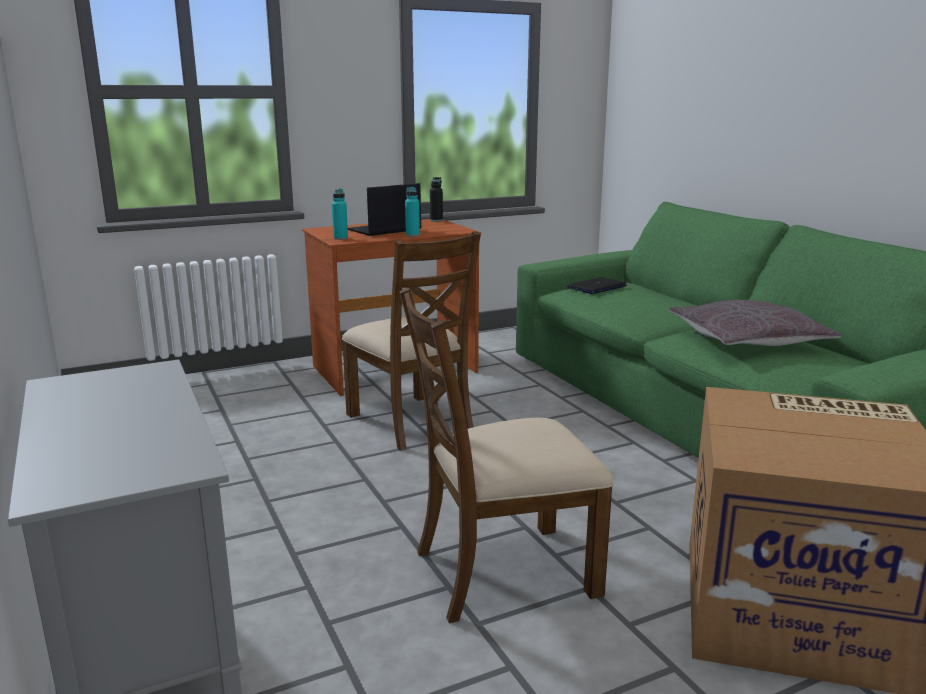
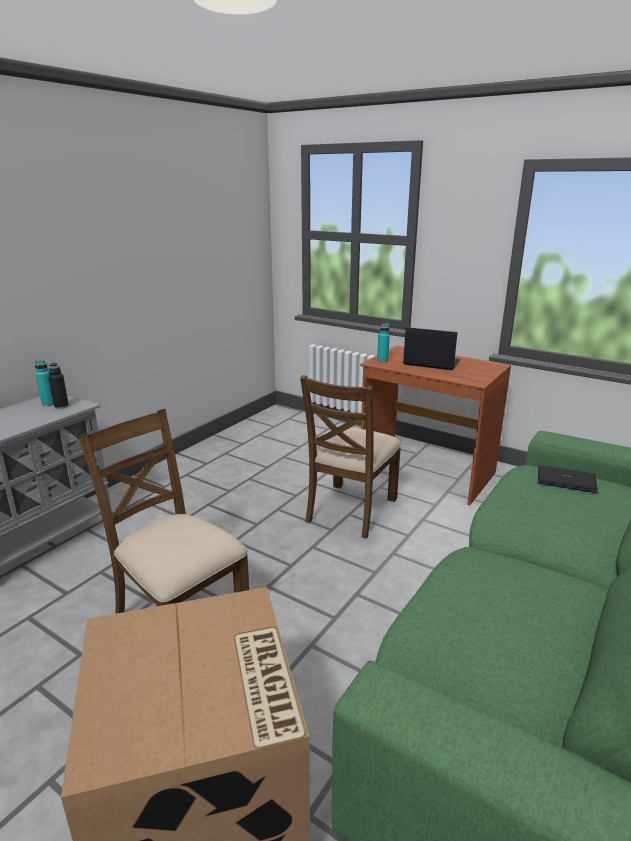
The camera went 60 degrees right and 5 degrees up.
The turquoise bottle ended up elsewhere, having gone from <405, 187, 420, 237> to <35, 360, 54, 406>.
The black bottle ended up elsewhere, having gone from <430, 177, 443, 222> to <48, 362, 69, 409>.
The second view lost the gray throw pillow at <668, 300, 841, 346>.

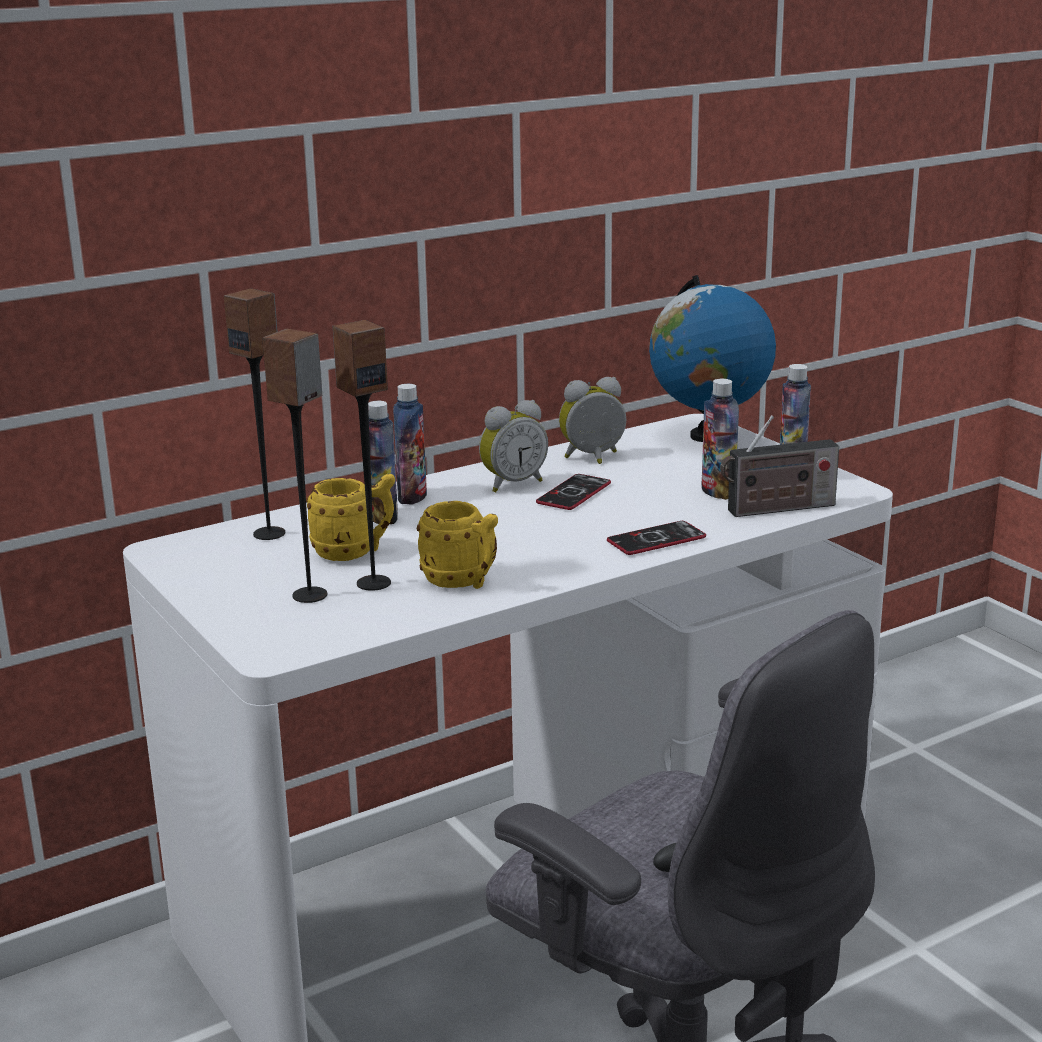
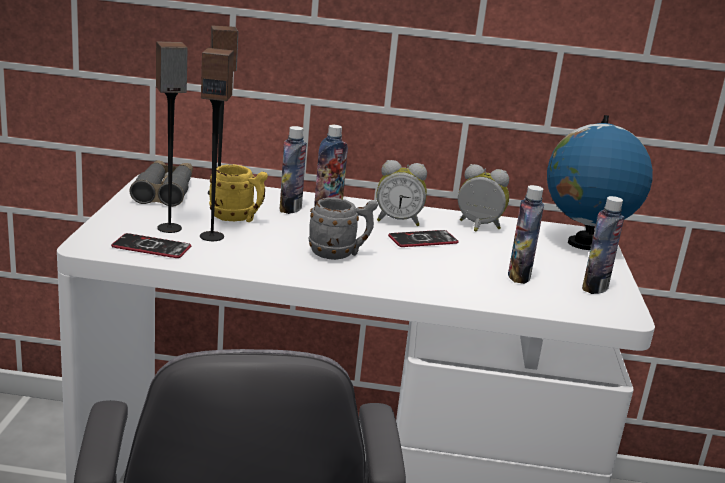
The camera went 35 degrees right and 0 degrees up.
The second view lost the yellow mug at <417, 501, 498, 589>.
The phone ended up elsewhere, having gone from <607, 521, 706, 555> to <111, 233, 191, 258>.
The second view lost the radio receiver at <720, 415, 839, 517>.
The second view gained the gray field glasses at <130, 160, 193, 207>.
The second view gained the gray mug at <309, 198, 378, 260>.

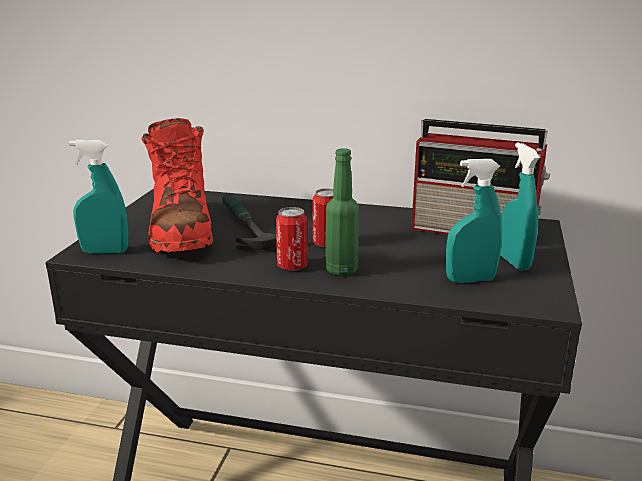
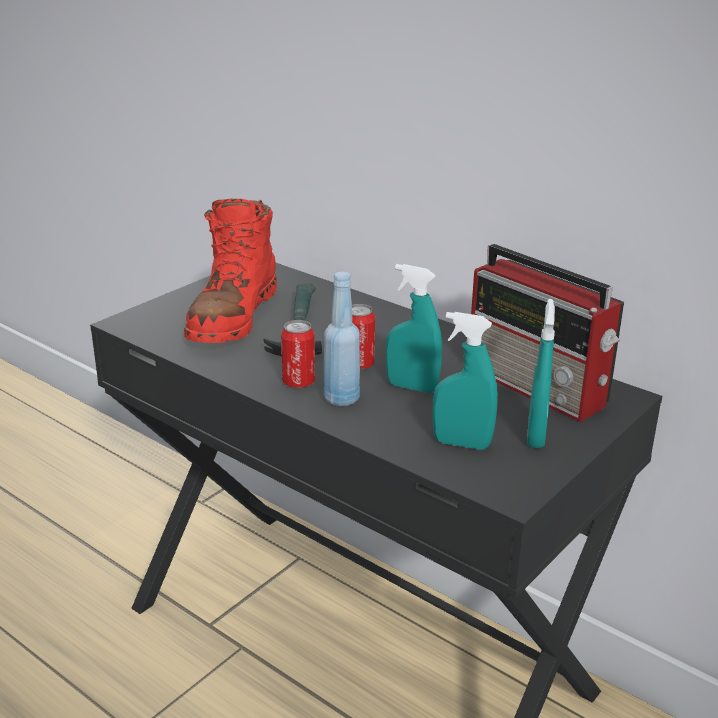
The camera went 25 degrees right and 5 degrees up.
The turquoise spray bottle ended up elsewhere, having gone from <69, 140, 128, 254> to <386, 264, 442, 393>.
What was the green-coloured bottle at <325, 148, 359, 276> turned into the blue bottle at <324, 272, 360, 406>.

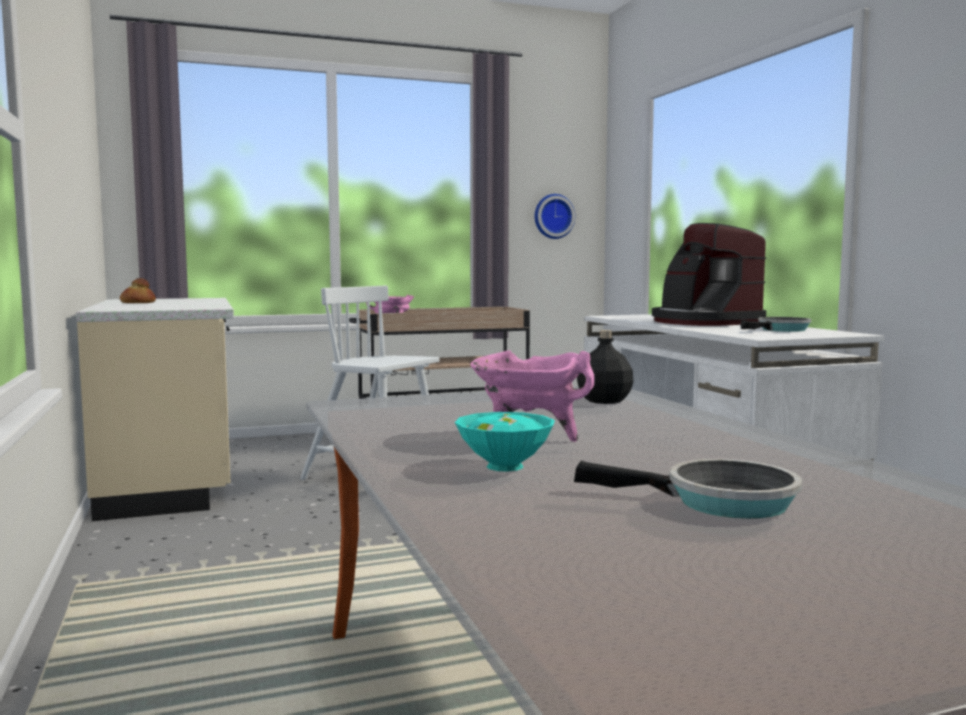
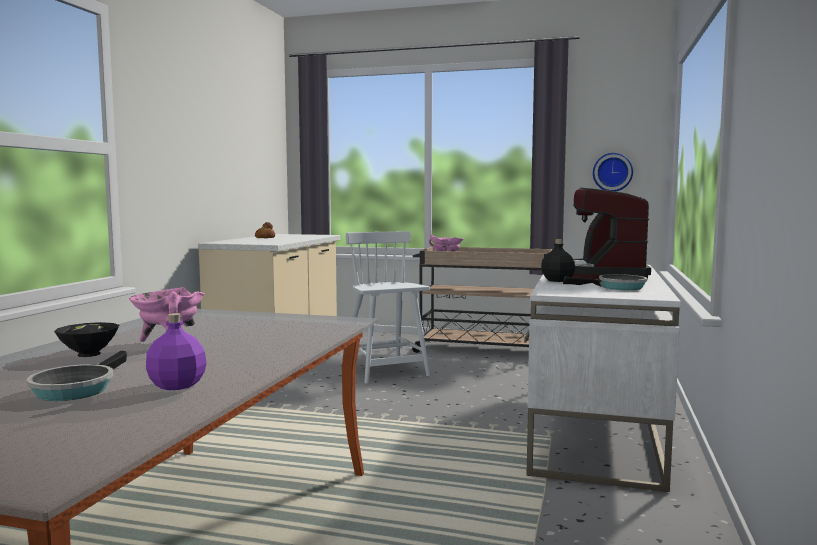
The camera went 35 degrees right and 0 degrees up.
What was the turquoise deep dish at <455, 412, 555, 472> turned into the black deep dish at <54, 322, 119, 357>.
The frying pan at <574, 459, 802, 519> ended up facing another way, 45 degrees clockwise from before.
The black bottle ended up elsewhere, having gone from <577, 330, 633, 404> to <541, 239, 575, 282>.
The second view gained the purplish bottle at <146, 313, 207, 390>.

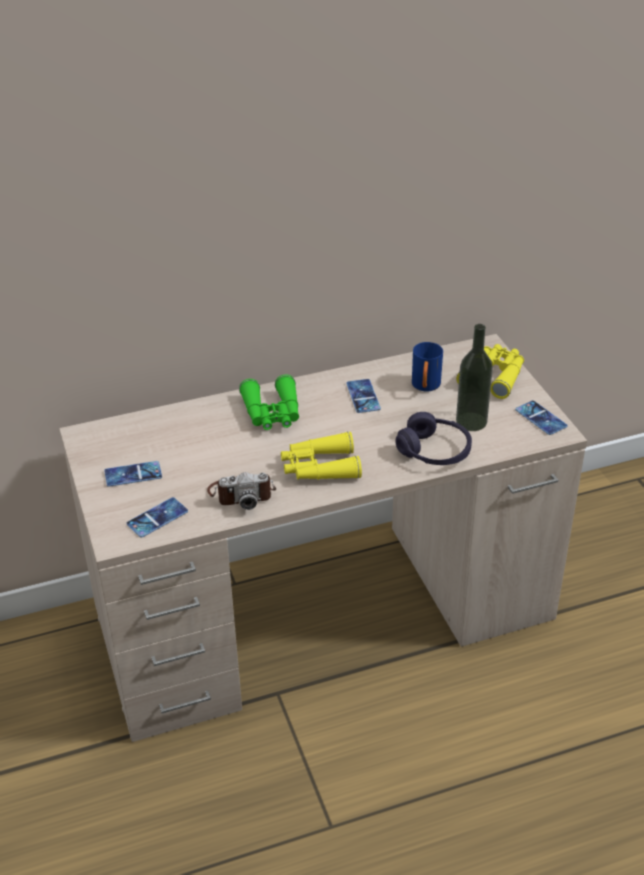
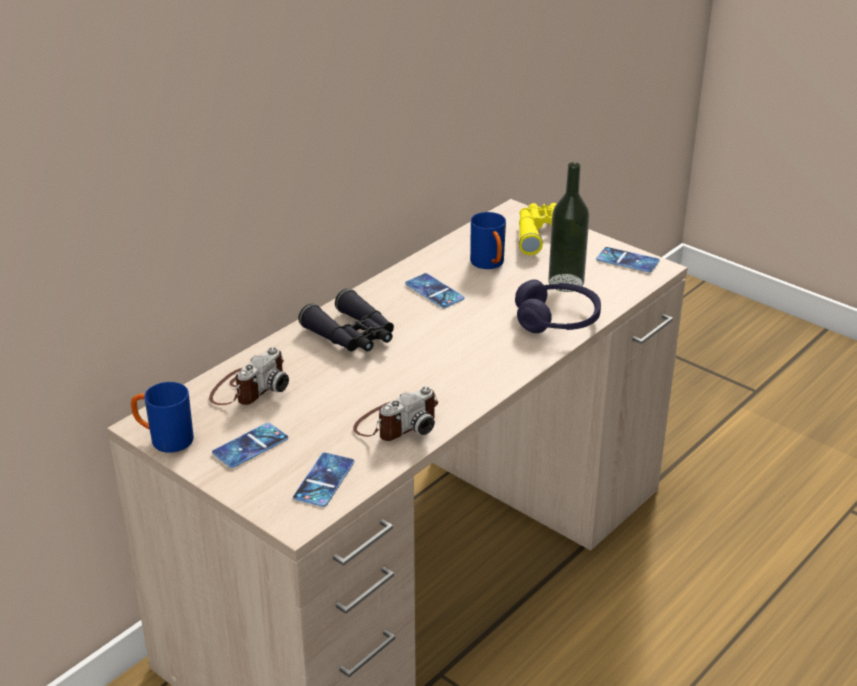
The camera went 30 degrees left and 5 degrees down.
What was the green-coloured field glasses at <239, 375, 299, 430> turned into the black field glasses at <298, 288, 394, 352>.
The second view lost the yellow field glasses at <281, 432, 362, 480>.
The second view gained the blue mug at <131, 382, 194, 453>.
The second view gained the still camera at <209, 347, 289, 405>.

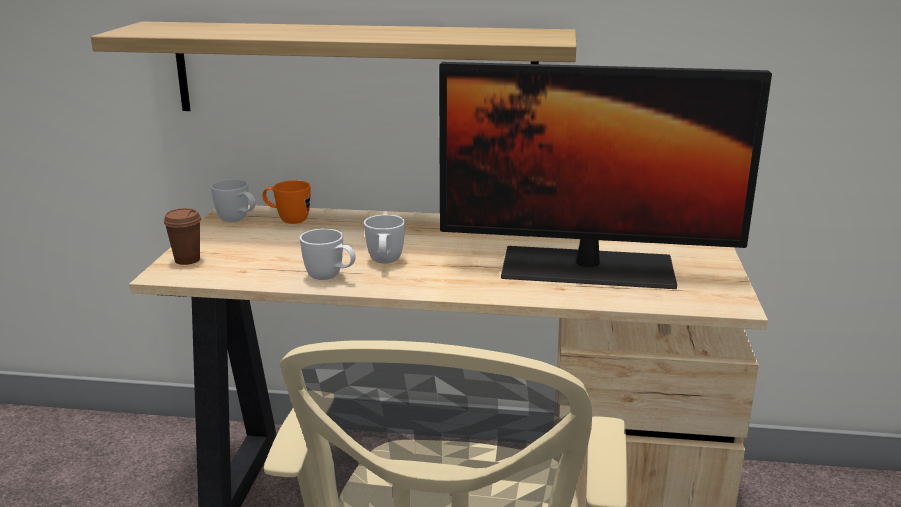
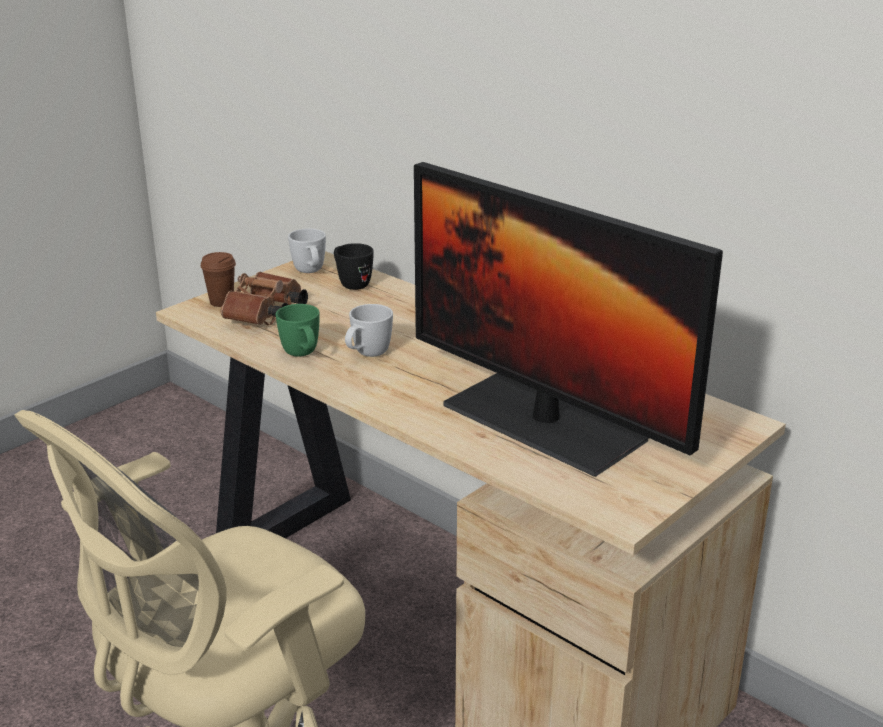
The camera went 35 degrees right and 5 degrees up.
The second view lost the wall shelf at <91, 22, 576, 111>.
What was the orange-coloured mug at <263, 180, 311, 224> turned into the black mug at <334, 243, 374, 290>.
What was the white mug at <300, 229, 356, 280> turned into the green-coloured mug at <276, 304, 320, 357>.
The second view gained the brown-coloured field glasses at <220, 272, 308, 325>.

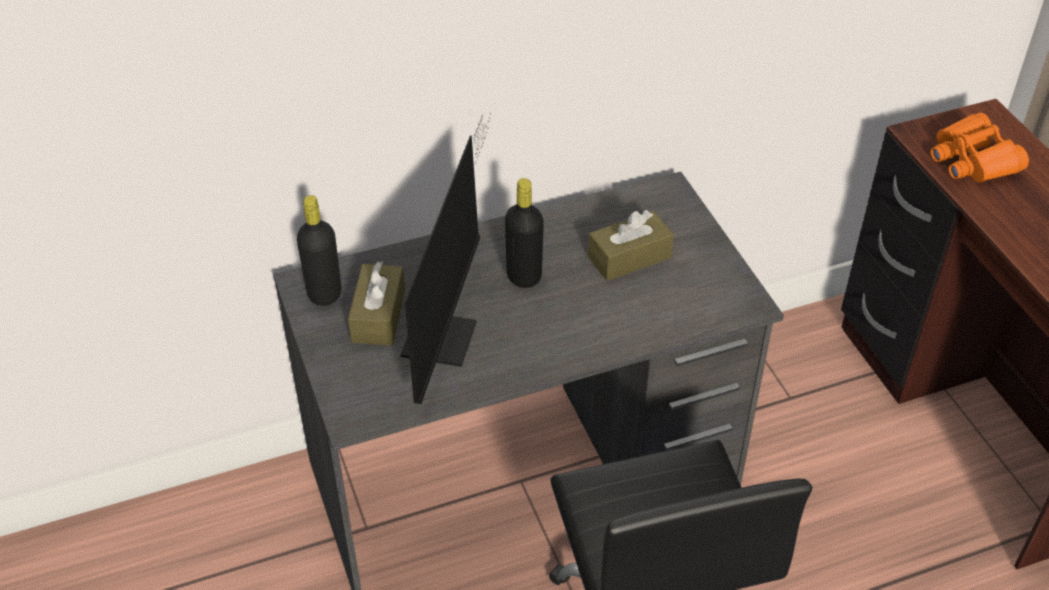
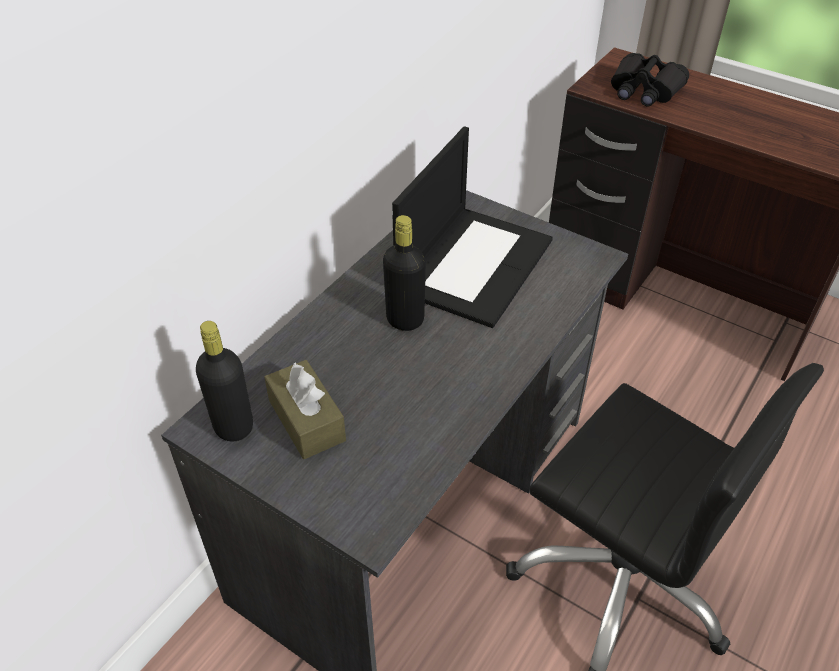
The camera went 35 degrees left and 0 degrees up.
The second view lost the monitor at <400, 115, 490, 404>.
Where the brown-coloured tissue holder stood at <588, 210, 674, 281>, the notebook computer came to stand at <392, 126, 553, 328>.
What was the orange-coloured field glasses at <931, 113, 1029, 183> turned into the black field glasses at <611, 53, 689, 106>.

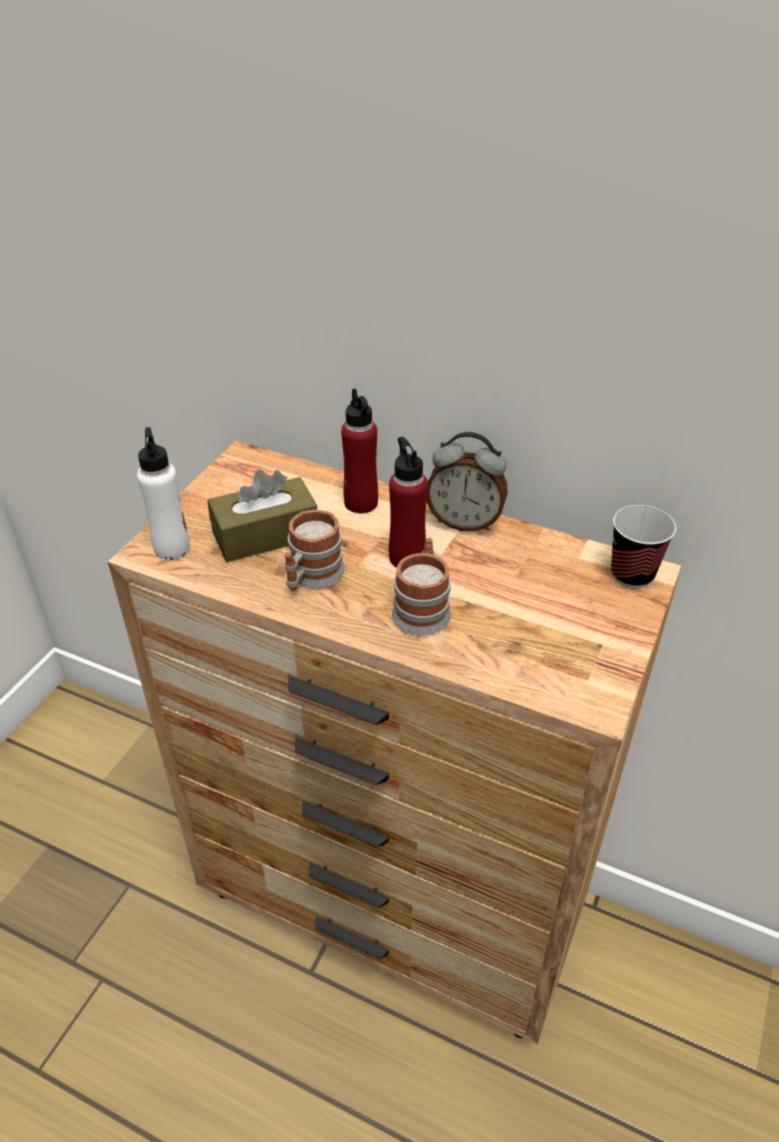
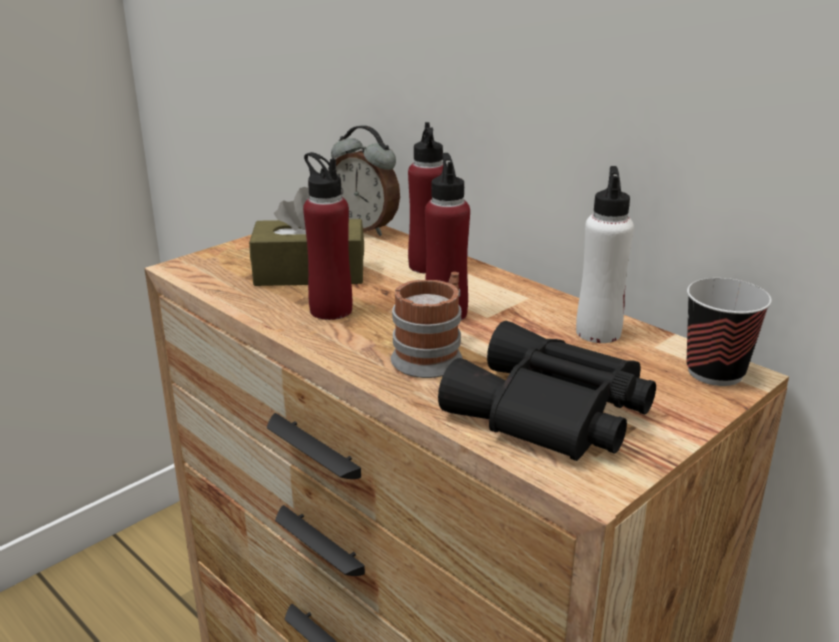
The camera went 20 degrees right and 15 degrees down.
The white bottle ended up elsewhere, having gone from <137, 427, 190, 560> to <576, 166, 634, 343>.
Where the mug stood at <285, 509, 345, 591>, the red-coloured bottle came to stand at <303, 152, 352, 320>.
The table clock ended up elsewhere, having gone from <427, 432, 508, 532> to <328, 125, 400, 236>.
The second view gained the black field glasses at <438, 321, 656, 461>.

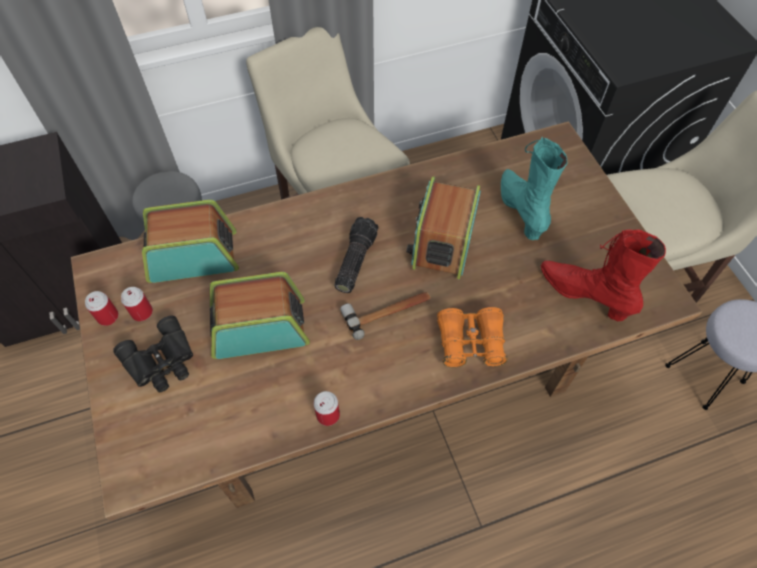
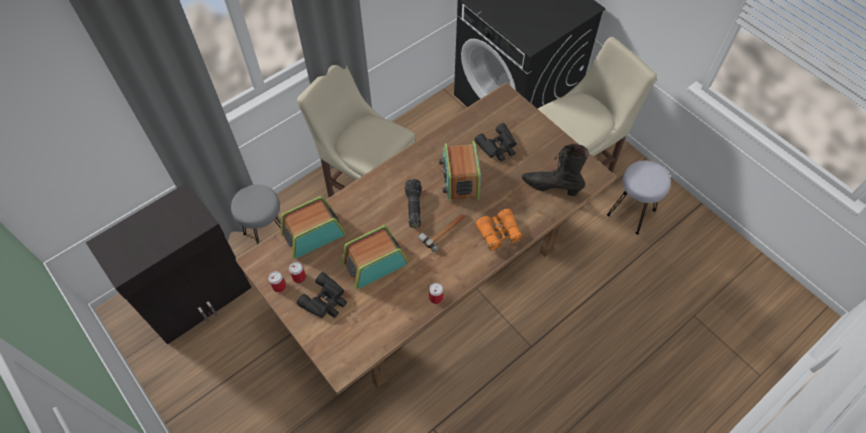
The camera went 20 degrees left and 0 degrees up.
Where the turquoise boot stood at <501, 137, 567, 240>, the black field glasses came to stand at <474, 123, 517, 161>.
What was the red-coloured boot at <541, 229, 666, 321> turned into the black boot at <522, 144, 589, 196>.

